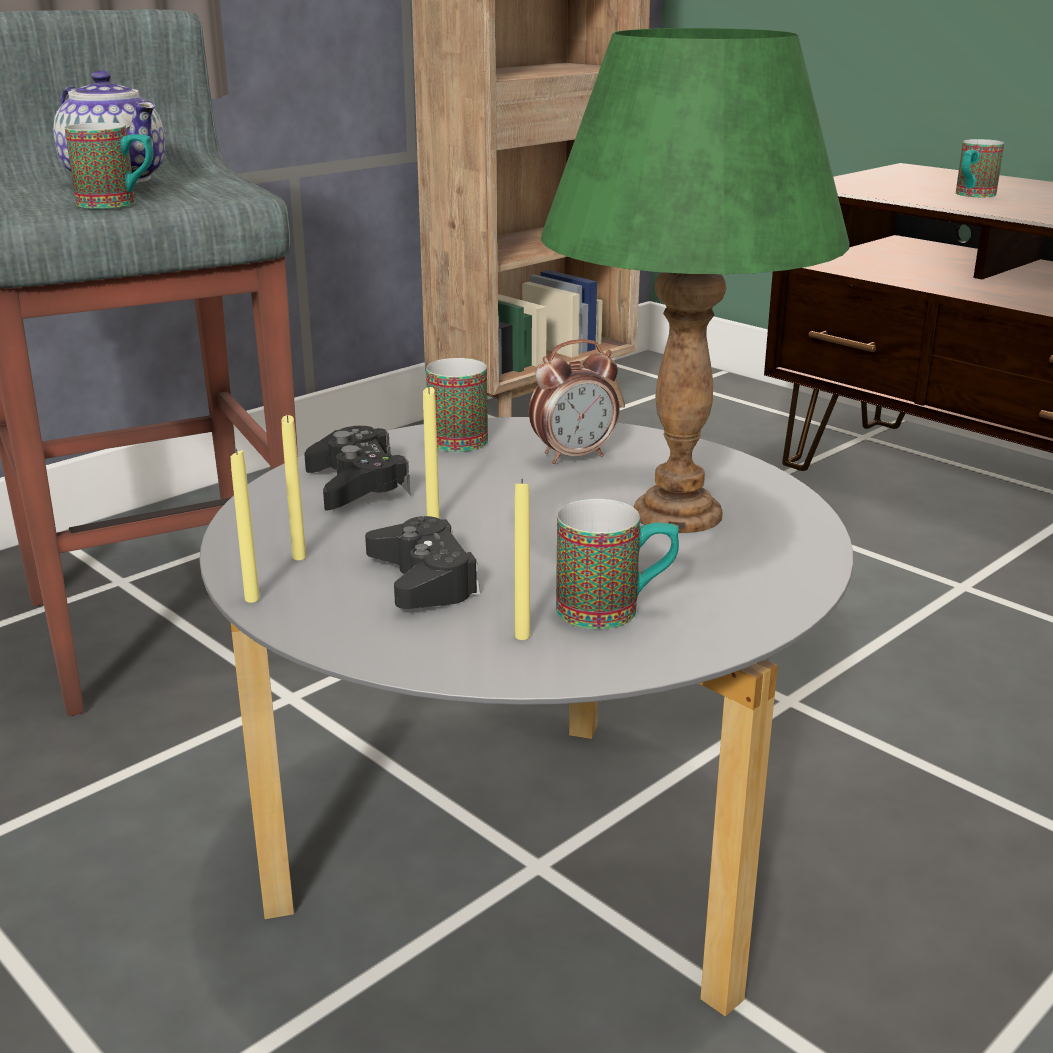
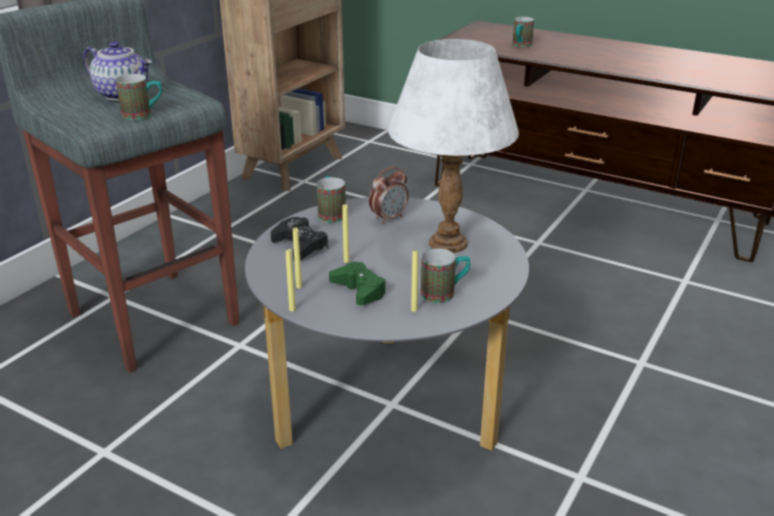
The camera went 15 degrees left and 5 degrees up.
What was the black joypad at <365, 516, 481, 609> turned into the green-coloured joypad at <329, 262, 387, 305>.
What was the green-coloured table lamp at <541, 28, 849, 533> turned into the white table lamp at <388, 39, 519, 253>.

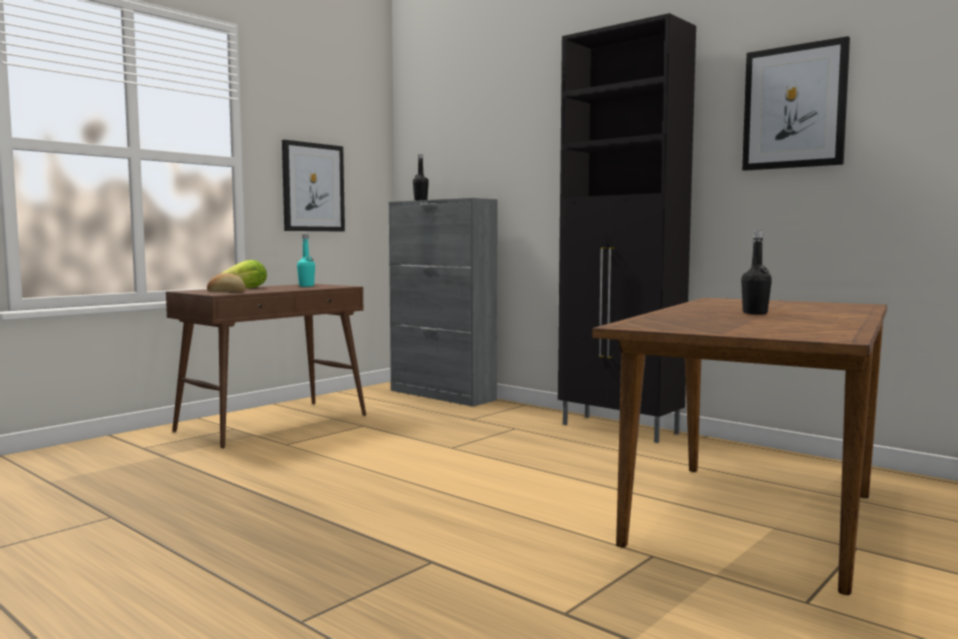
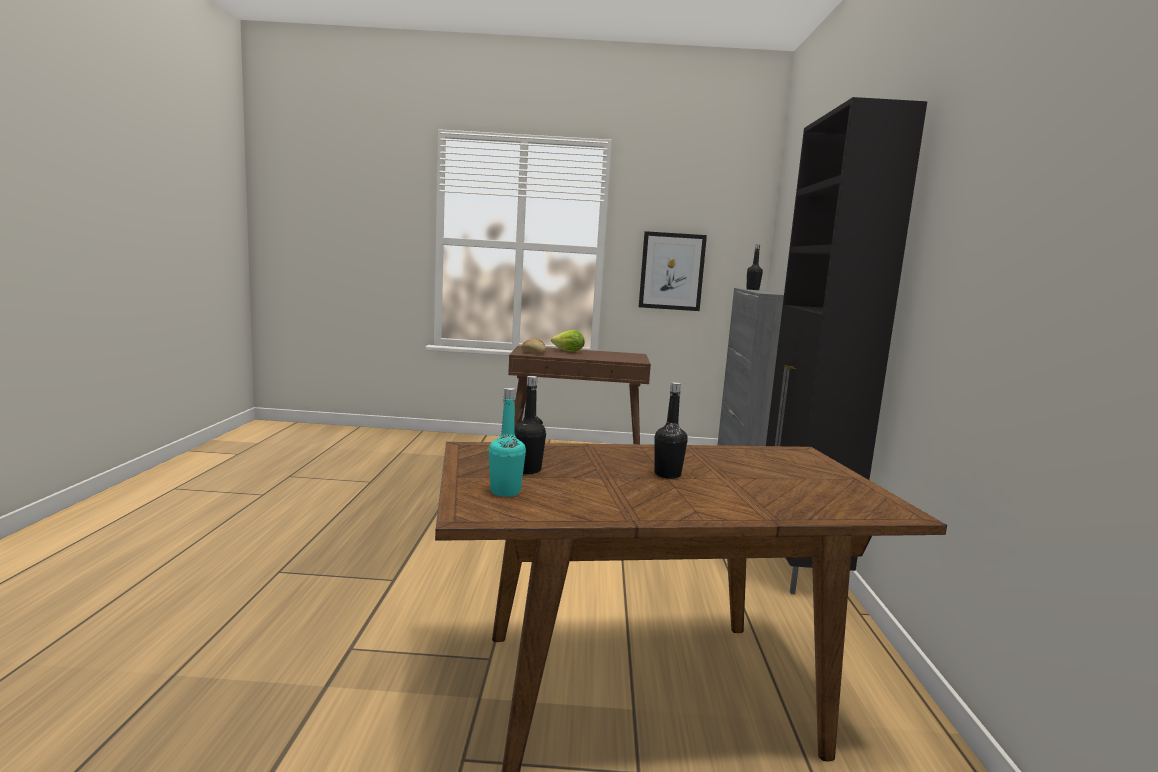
The camera went 50 degrees right and 5 degrees up.
The turquoise bottle ended up elsewhere, having gone from <297, 234, 315, 287> to <489, 388, 526, 497>.
The second view lost the picture at <742, 36, 850, 171>.
The second view gained the black bottle at <515, 376, 546, 474>.

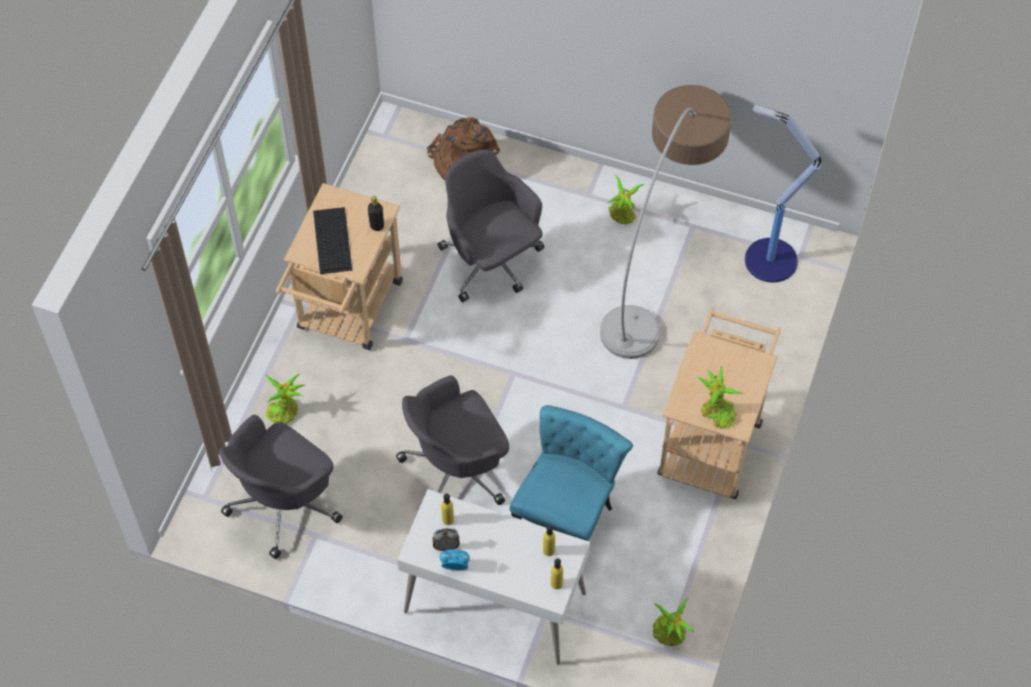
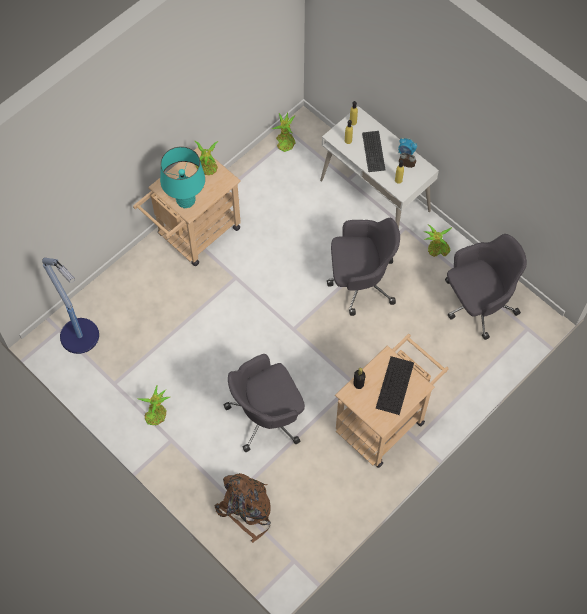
The camera went 155 degrees left and 5 degrees up.
The plant in a pot ended up elsewhere, having gone from <265, 374, 305, 424> to <424, 224, 452, 257>.
The gray computer chair at <438, 150, 545, 302> ended up facing another way, 75 degrees clockwise from before.
The second view lost the turquoise chair at <509, 405, 633, 541>.
The second view lost the standing lamp at <600, 85, 732, 359>.
The second view gained the turquoise table lamp at <160, 146, 205, 208>.
The second view gained the keyboard at <362, 131, 385, 172>.

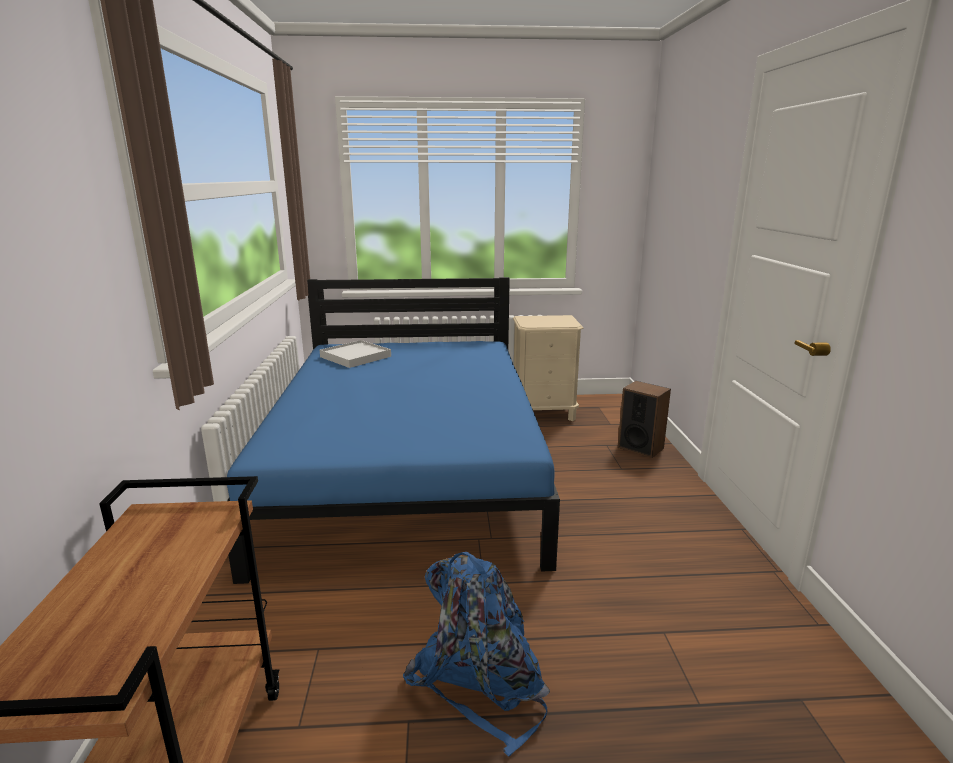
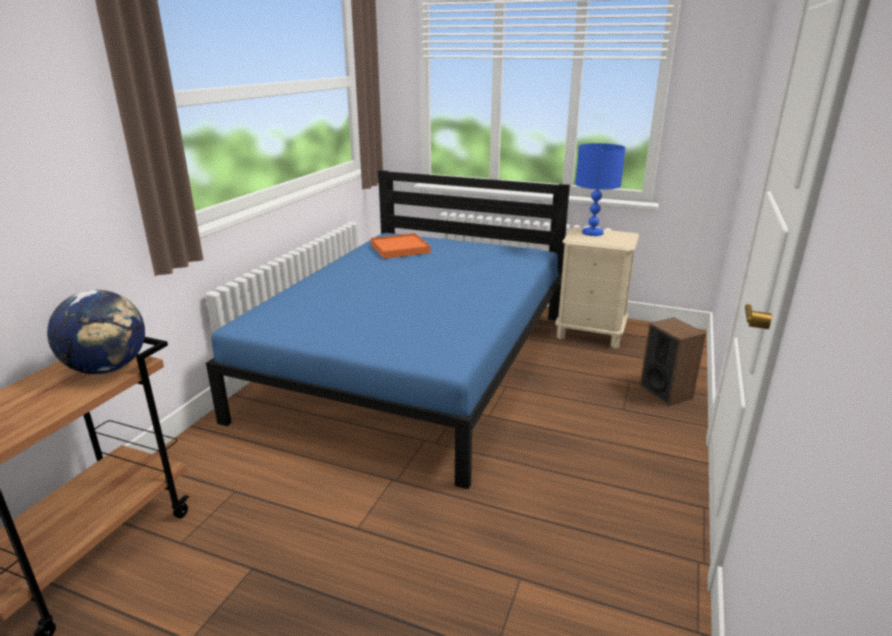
The camera went 25 degrees right and 5 degrees up.
What was the white carrying tray at <320, 340, 391, 368> turned into the orange-coloured carrying tray at <371, 233, 431, 259>.
The second view lost the blue rucksack at <403, 552, 550, 757>.
The second view gained the world globe at <47, 290, 145, 374>.
The second view gained the blue table lamp at <575, 143, 626, 236>.

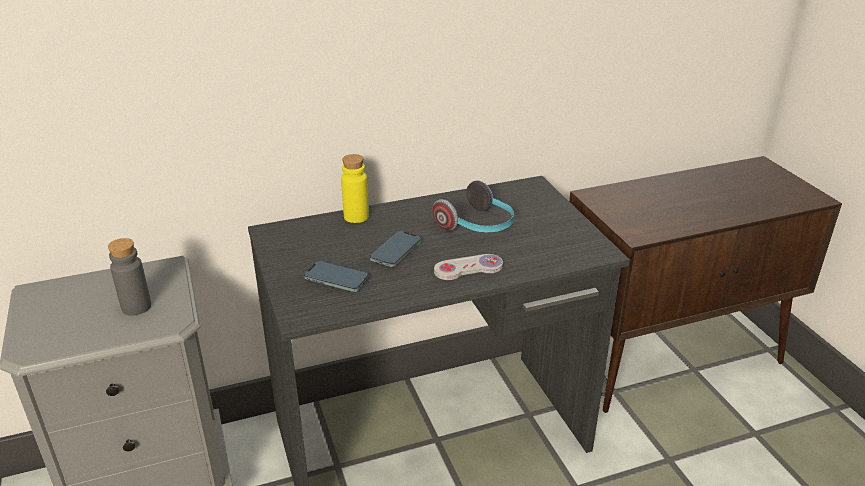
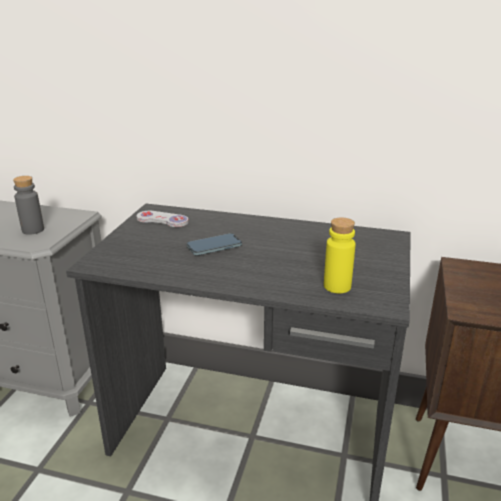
The camera went 35 degrees right and 5 degrees down.
The second view lost the phone at <304, 261, 369, 292>.
The yellow bottle ended up elsewhere, having gone from <341, 154, 369, 223> to <324, 217, 356, 293>.
The second view lost the pair of headphones at <432, 181, 514, 232>.
The white joypad ended up elsewhere, having gone from <434, 254, 503, 280> to <136, 211, 189, 227>.

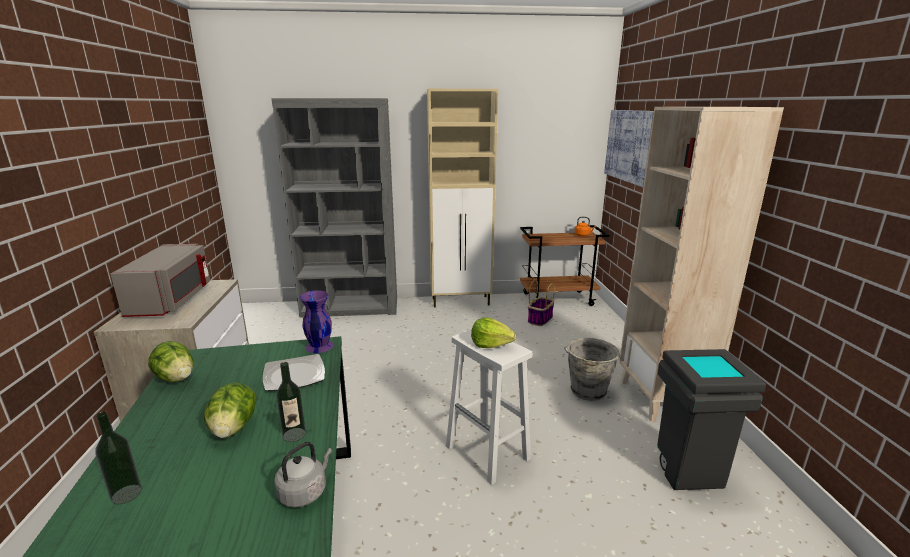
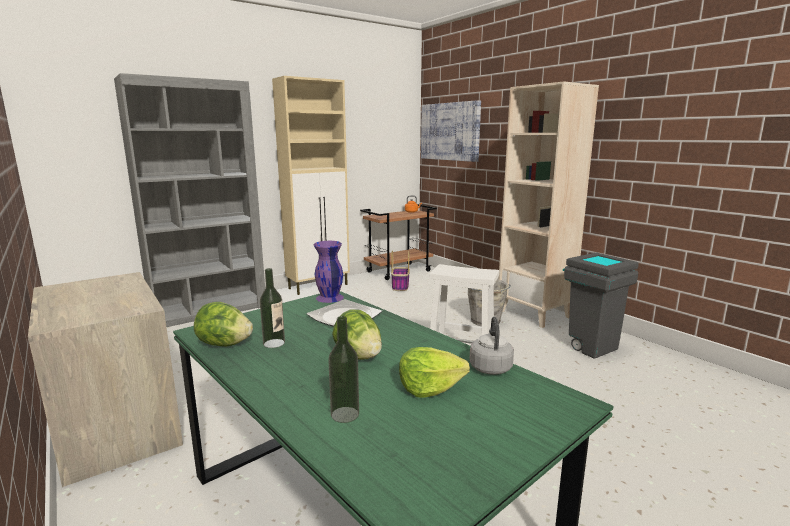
The camera went 30 degrees left and 5 degrees down.
The second view lost the gray microwave at <111, 244, 210, 317>.
The bottle ended up elsewhere, having gone from <276, 362, 306, 442> to <260, 268, 285, 348>.
The lettuce head ended up elsewhere, having gone from <471, 317, 516, 348> to <399, 347, 470, 398>.

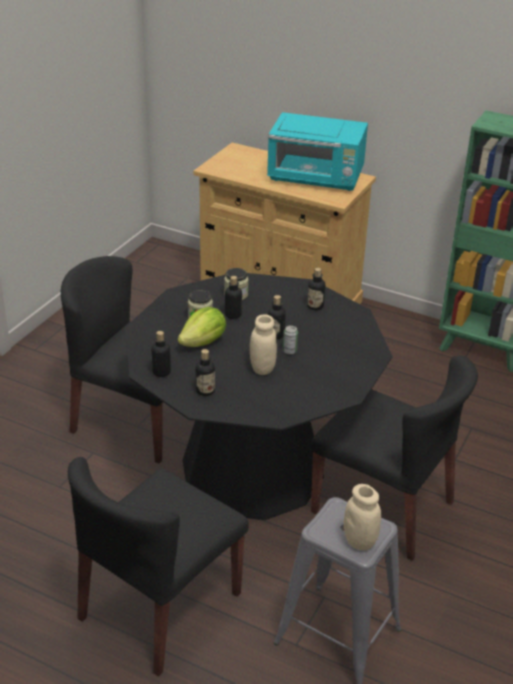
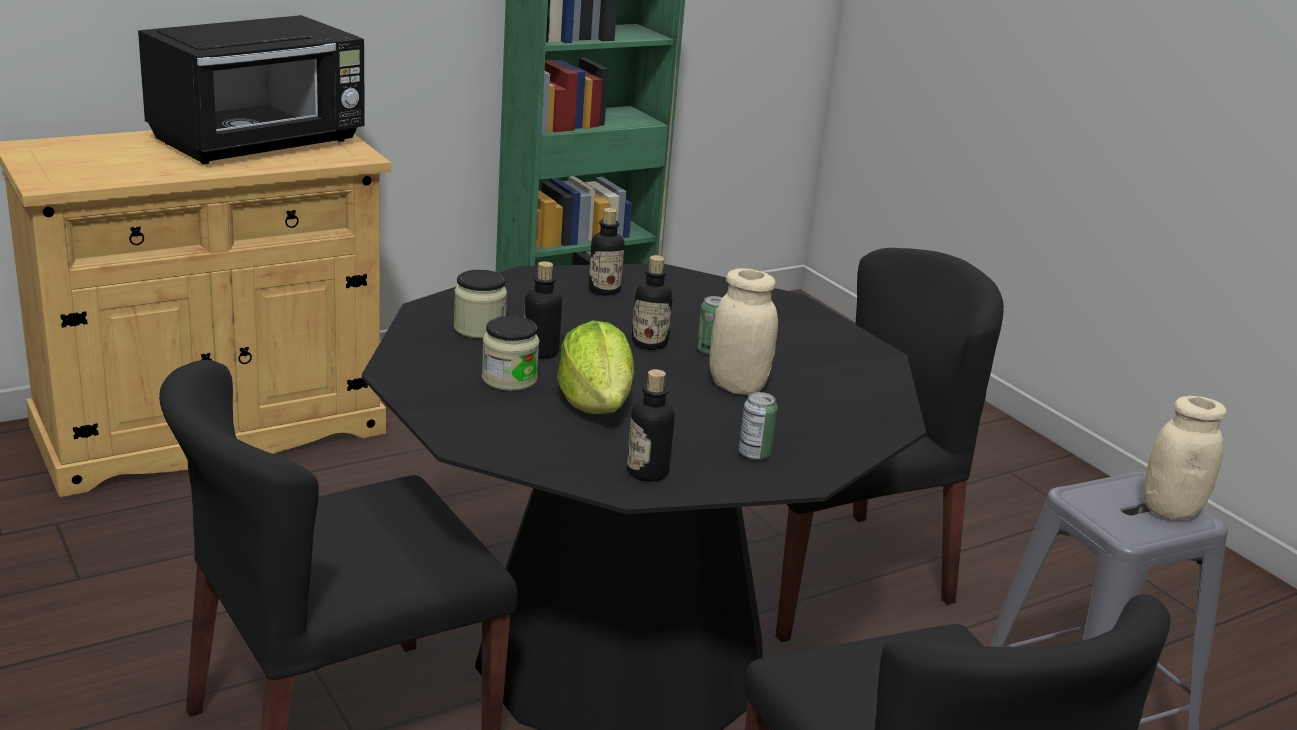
The camera went 60 degrees left and 10 degrees down.
Where the bottle stood at <196, 349, 215, 396>, the metal can came to stand at <739, 392, 778, 460>.
What was the turquoise microwave at <267, 112, 368, 191> turned into the black microwave at <138, 15, 365, 164>.

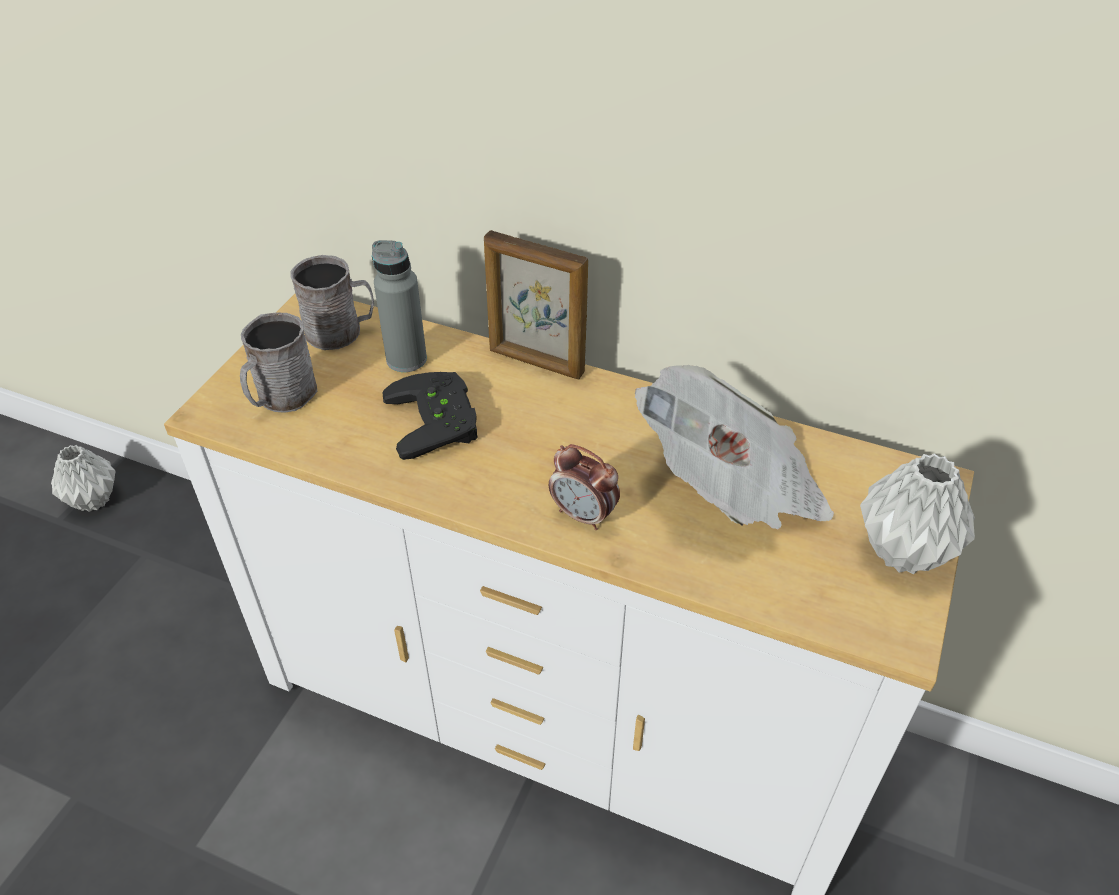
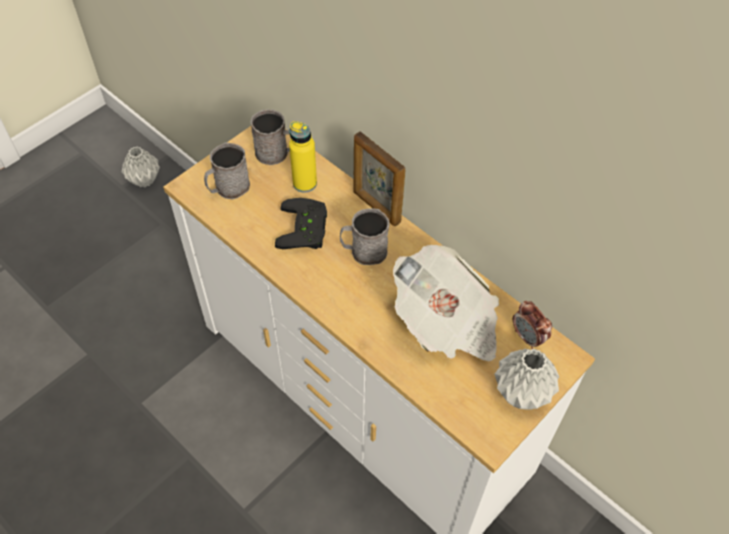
The camera went 20 degrees right and 10 degrees up.
What was the gray bottle at <372, 240, 427, 372> turned into the yellow bottle at <289, 121, 317, 193>.
The table clock ended up elsewhere, having gone from <549, 444, 620, 530> to <513, 301, 552, 349>.
The second view gained the gray mug at <340, 208, 389, 265>.

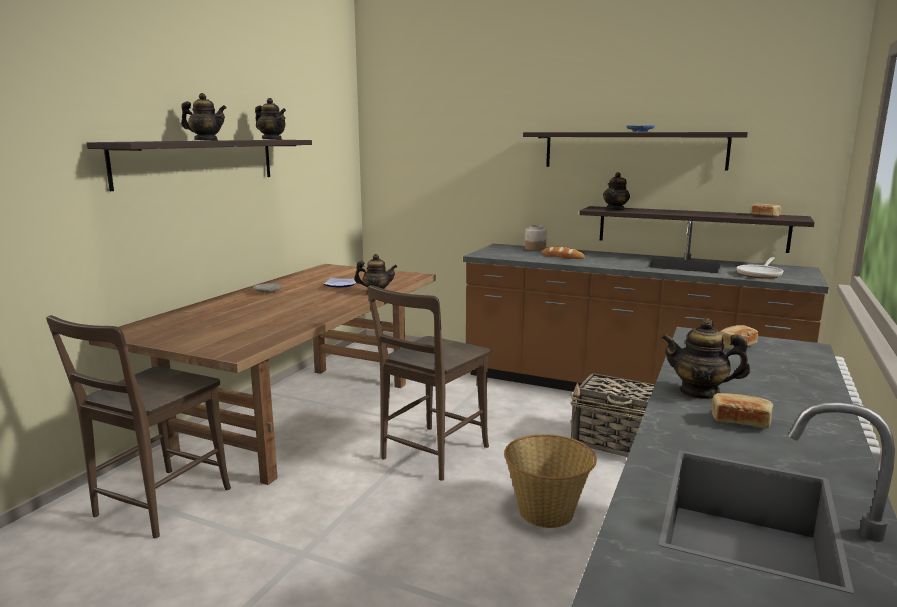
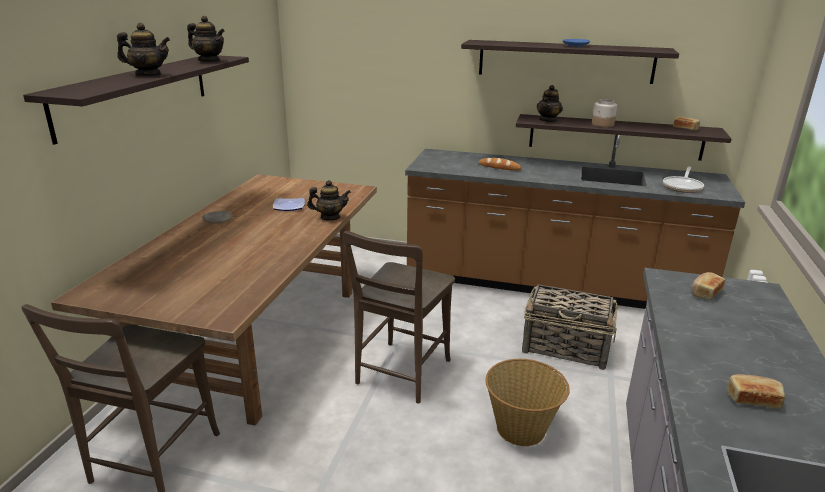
The camera went 10 degrees left and 10 degrees up.
The jar ended up elsewhere, having gone from <525, 225, 547, 251> to <592, 99, 617, 127>.
The second view lost the teapot at <661, 318, 750, 400>.

